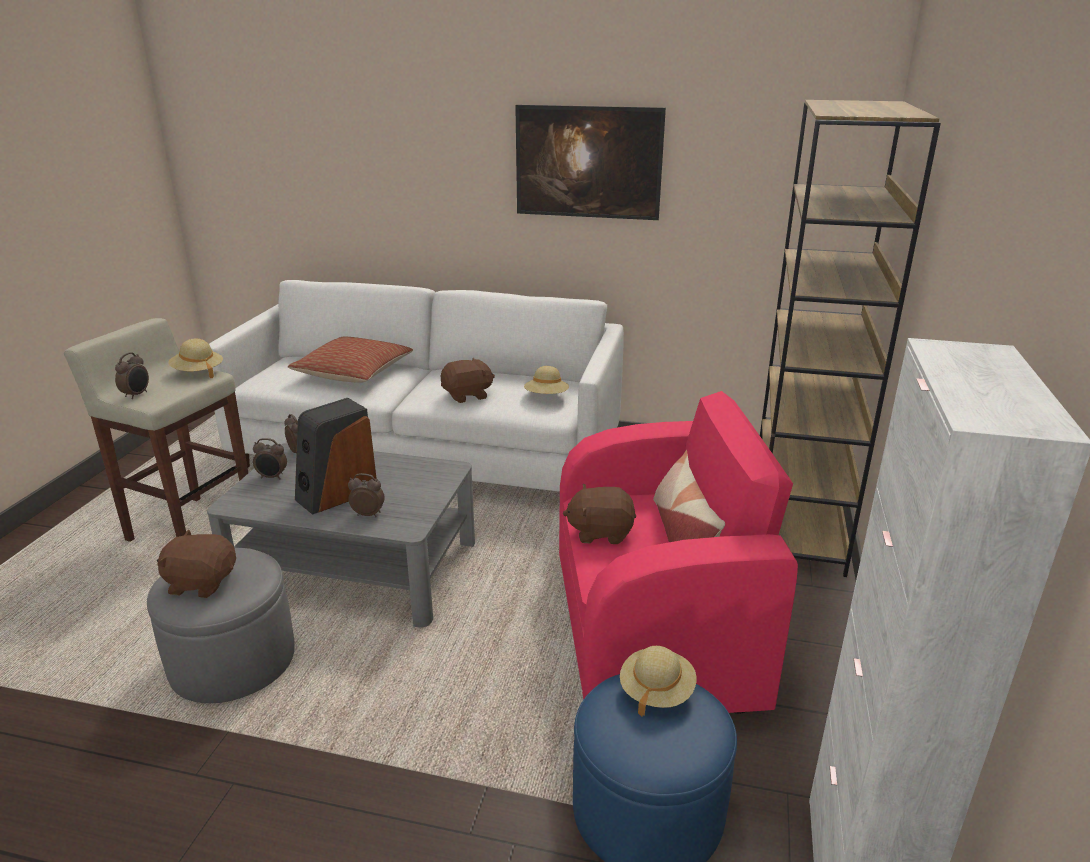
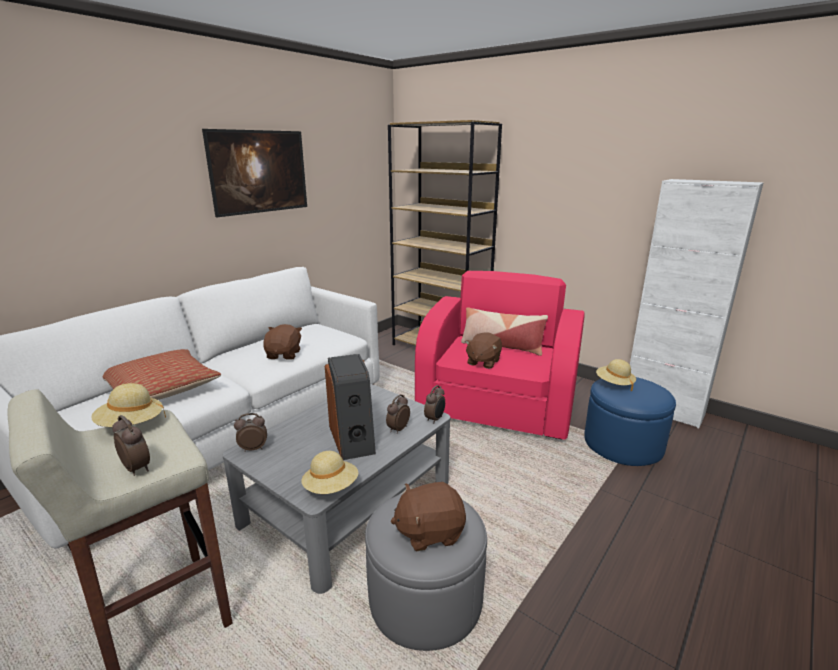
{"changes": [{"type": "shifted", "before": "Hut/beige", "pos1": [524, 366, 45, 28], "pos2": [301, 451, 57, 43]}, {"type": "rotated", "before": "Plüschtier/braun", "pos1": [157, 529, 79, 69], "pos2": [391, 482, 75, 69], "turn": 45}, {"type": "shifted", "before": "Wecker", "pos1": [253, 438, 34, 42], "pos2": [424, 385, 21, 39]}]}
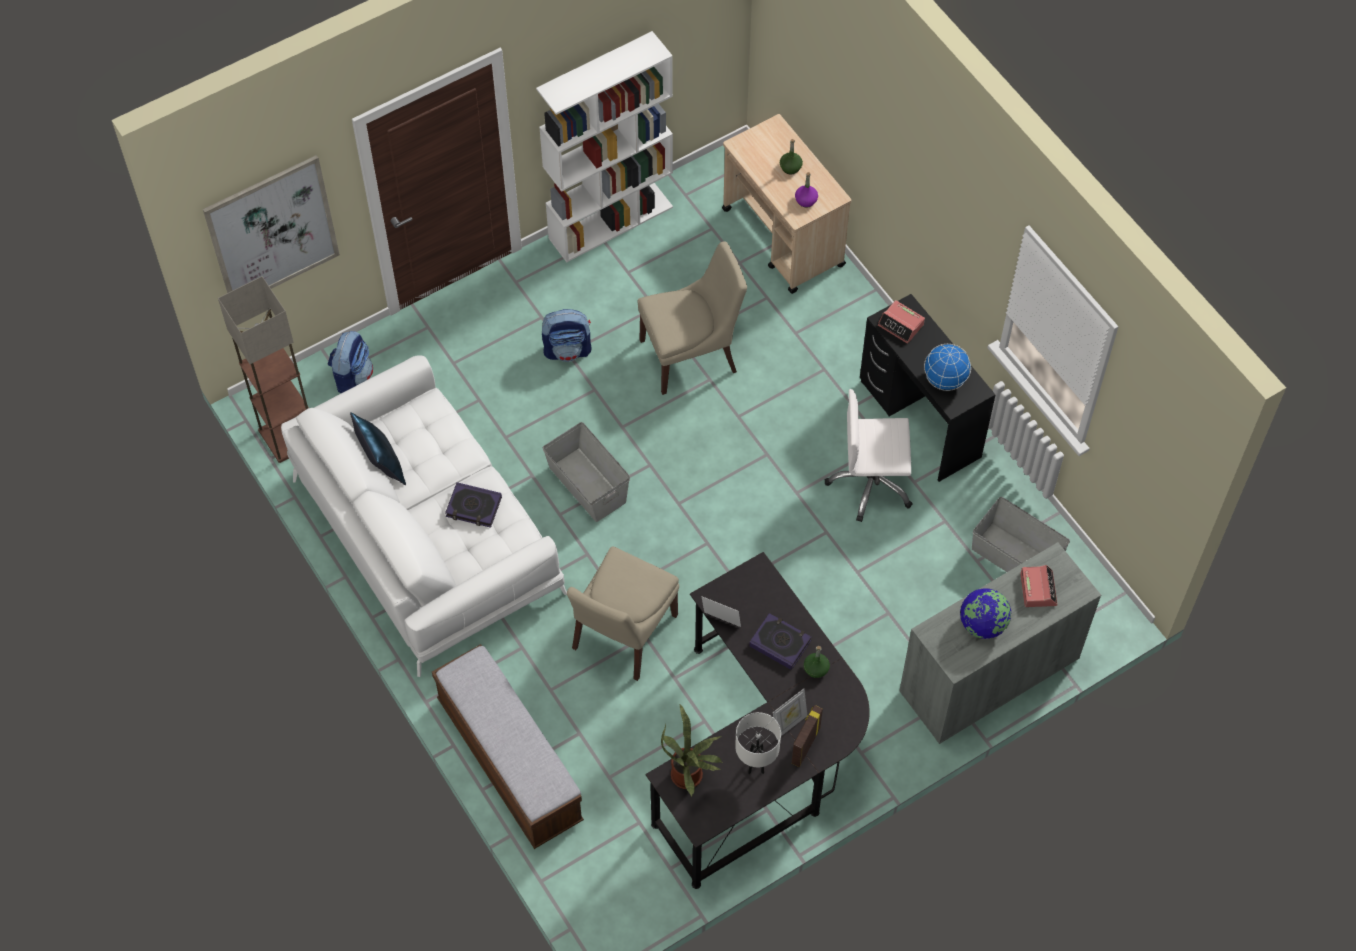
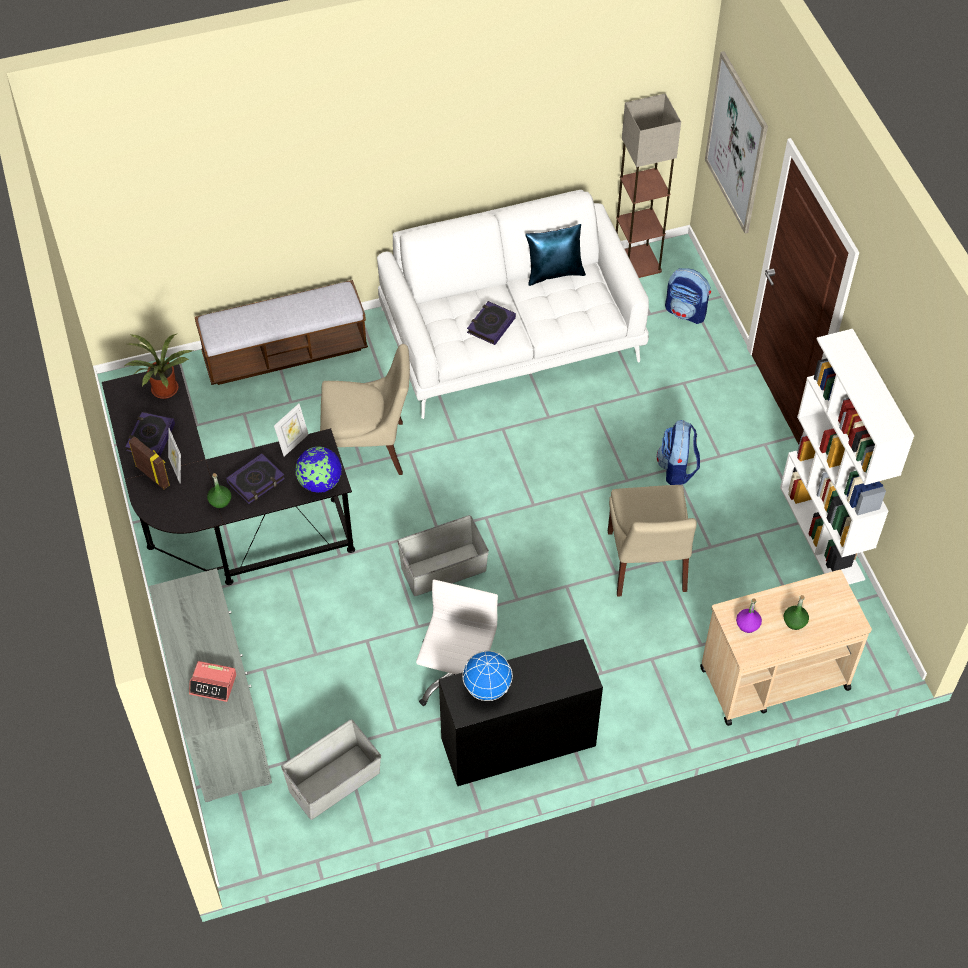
{"changes": [{"type": "swapped", "before": "Tischlampe/weiß", "after": "Buch", "pos1": [735, 712, 46, 62], "pos2": [125, 412, 50, 44]}, {"type": "shifted", "before": "Globus", "pos1": [960, 588, 51, 51], "pos2": [295, 447, 47, 46]}, {"type": "rotated", "before": "Stuhl/beige", "pos1": [567, 546, 112, 135], "pos2": [320, 344, 90, 131], "turn": 135}, {"type": "shifted", "before": "Aufbewahrungsbox/grau", "pos1": [542, 422, 88, 100], "pos2": [397, 515, 92, 81]}, {"type": "gone", "before": "Wecker", "pos1": [878, 300, 47, 44]}]}
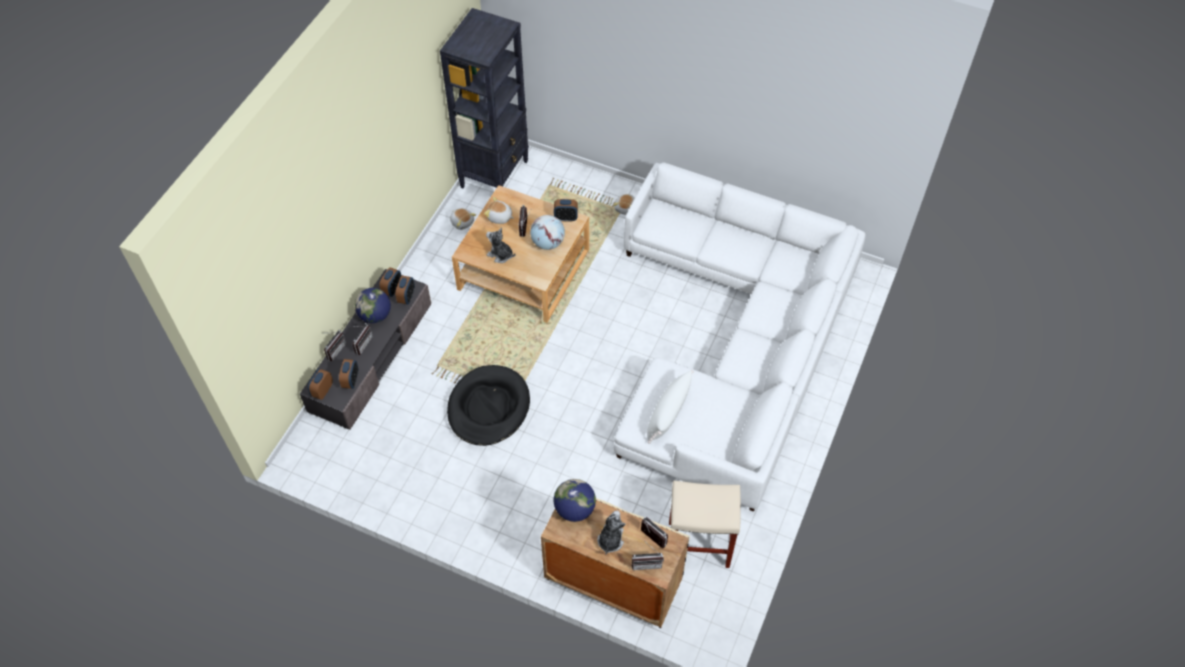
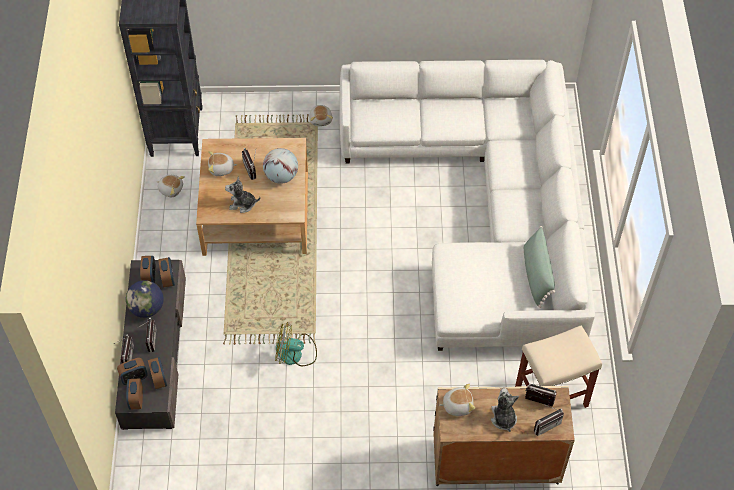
{"changes": [{"type": "shifted", "before": "Wecker", "pos1": [554, 199, 24, 23], "pos2": [117, 358, 31, 27]}, {"type": "swapped", "before": "Hundebett/schwarz", "after": "Ventilator", "pos1": [447, 365, 83, 81], "pos2": [275, 322, 42, 44]}, {"type": "swapped", "before": "Globus", "after": "Plüschtier", "pos1": [554, 479, 42, 43], "pos2": [439, 384, 36, 32]}, {"type": "new", "after": "Kissen/grün", "pos2": [524, 226, 31, 82]}, {"type": "gone", "before": "Kissen/weiß", "pos1": [647, 370, 47, 74]}]}
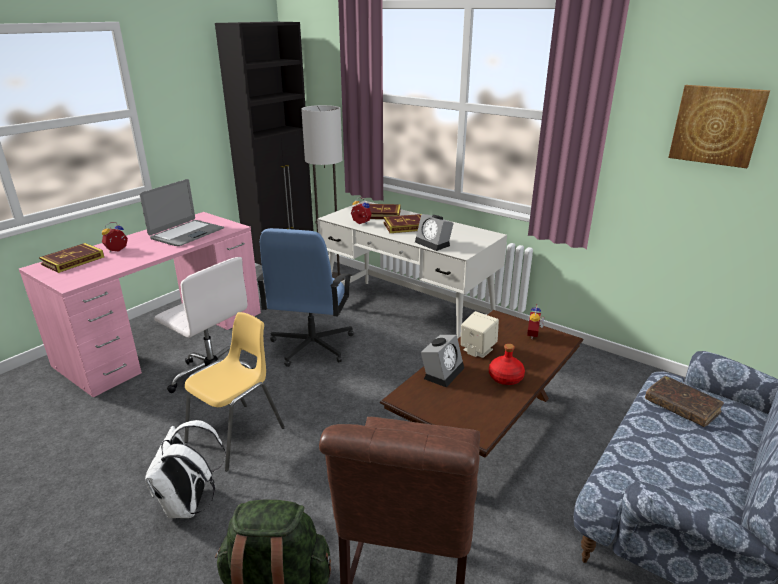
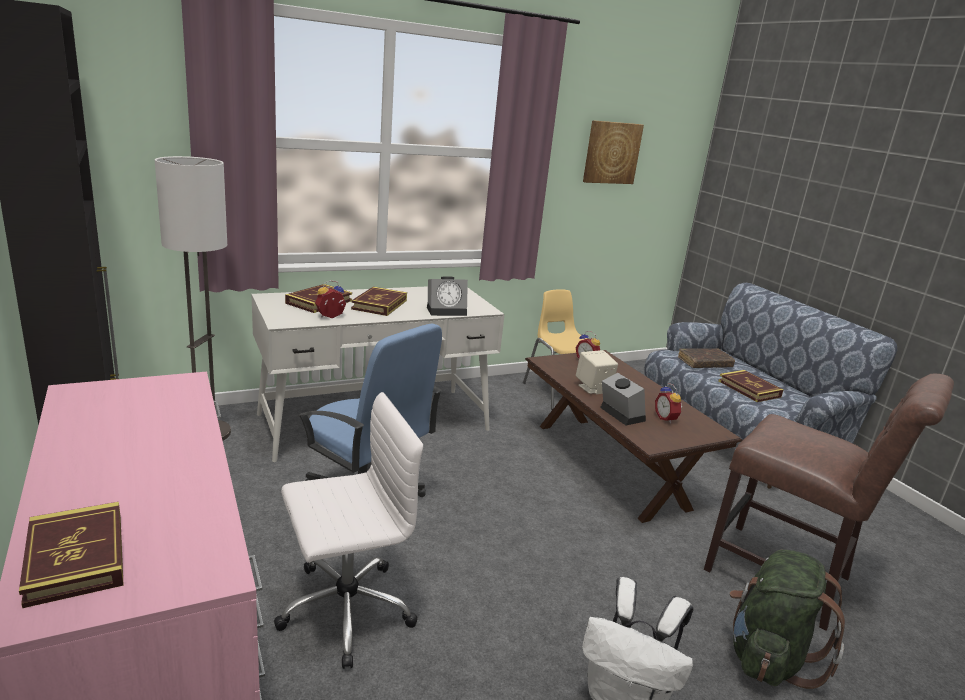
{"changes": [{"type": "shifted", "before": "Stuhl/gelb", "pos1": [184, 312, 101, 160], "pos2": [523, 289, 67, 121]}, {"type": "shifted", "before": "Wecker", "pos1": [102, 222, 26, 30], "pos2": [655, 383, 27, 41]}, {"type": "new", "after": "Buch", "pos2": [718, 370, 65, 32]}, {"type": "gone", "before": "Laptop", "pos1": [140, 179, 84, 67]}, {"type": "gone", "before": "Flasche/rot", "pos1": [489, 344, 36, 41]}]}
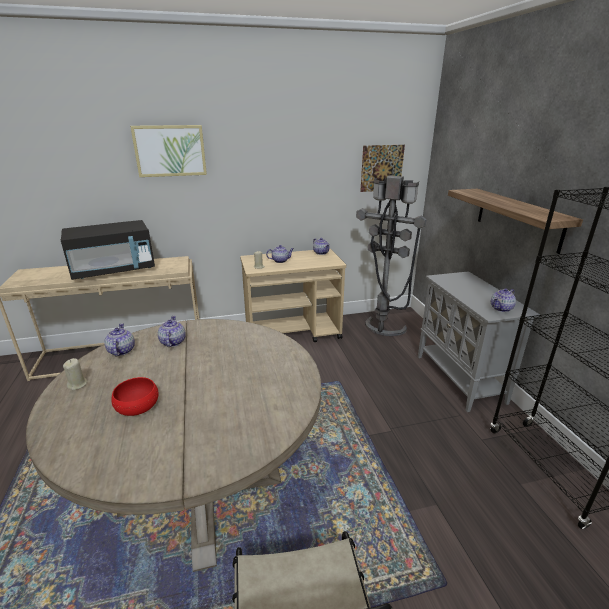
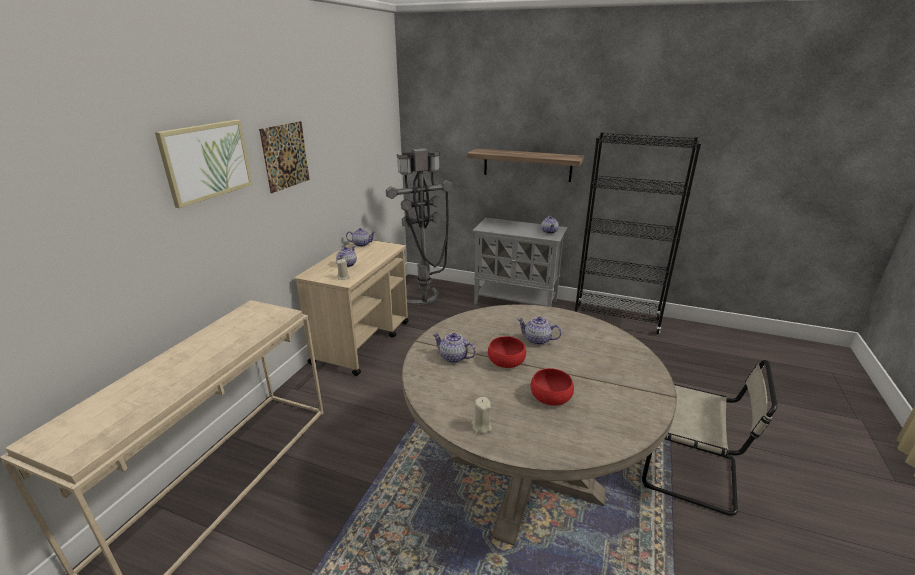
{"changes": [{"type": "shifted", "before": "Bild", "pos1": [360, 145, 45, 47], "pos2": [259, 121, 51, 72]}, {"type": "new", "after": "Schüssel/rot", "pos2": [488, 336, 38, 32]}, {"type": "shifted", "before": "Teekanne", "pos1": [104, 323, 31, 34], "pos2": [517, 317, 45, 28]}, {"type": "gone", "before": "Mikrowelle/schwarz", "pos1": [61, 220, 94, 60]}]}
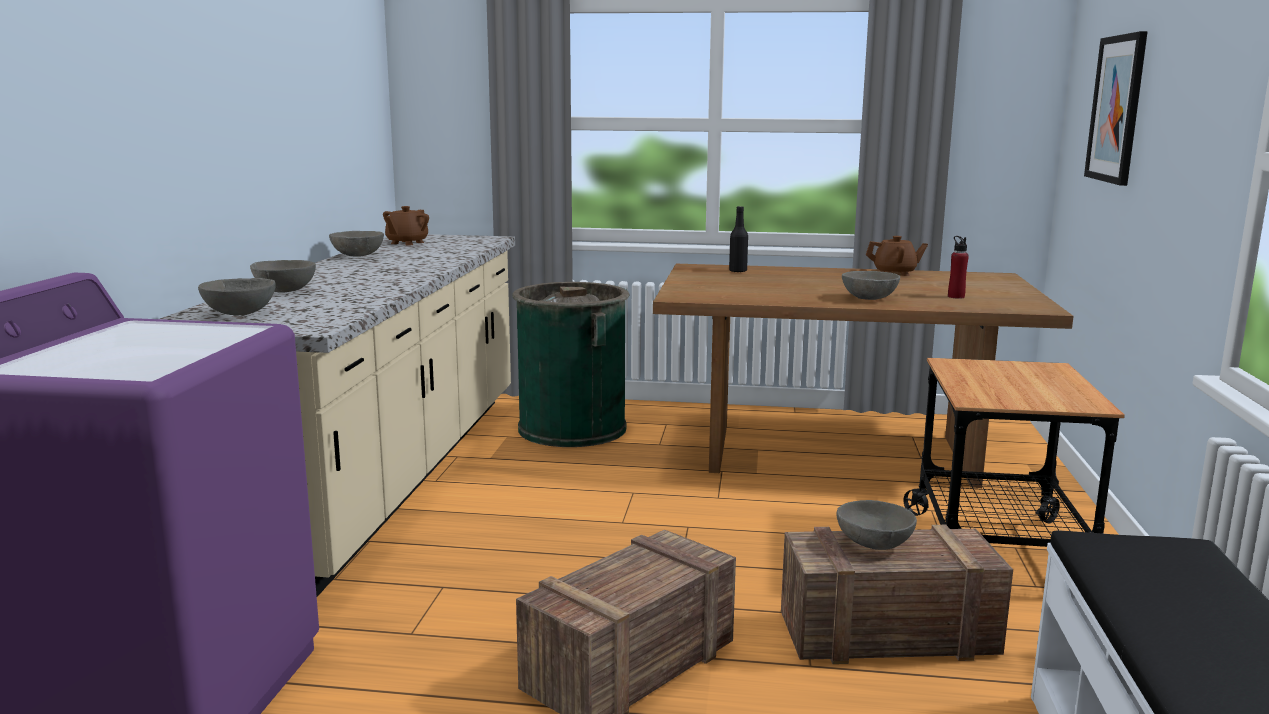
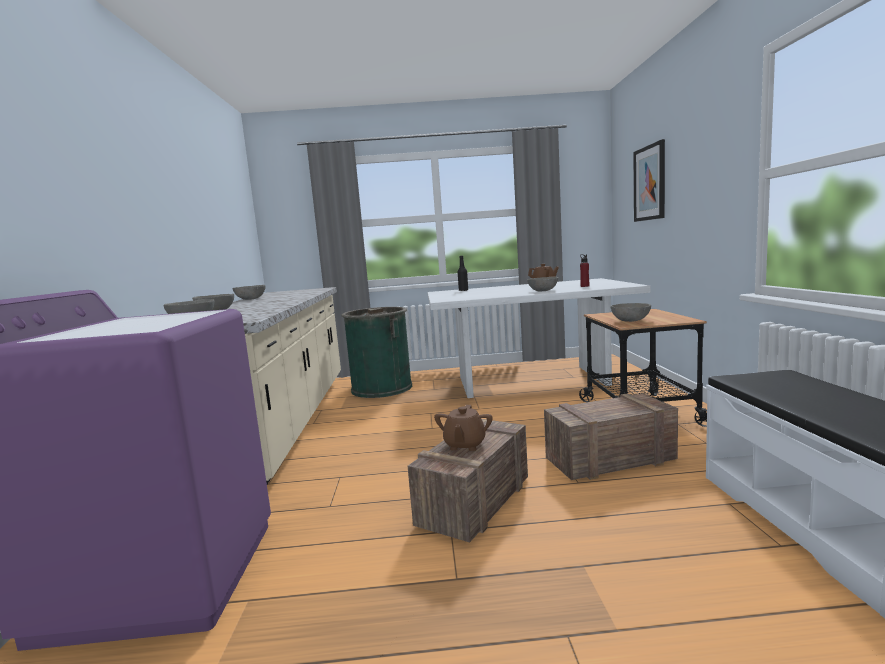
{"changes": [{"type": "repainted", "before": "Esstisch/braun", "after": "Esstisch/weiß", "pos1": [653, 264, 421, 224], "pos2": [428, 278, 222, 120]}, {"type": "shifted", "before": "Teekanne/braun", "pos1": [383, 206, 46, 40], "pos2": [434, 405, 59, 46]}, {"type": "shifted", "before": "Schüssel/grau", "pos1": [837, 500, 80, 50], "pos2": [611, 303, 40, 19]}]}
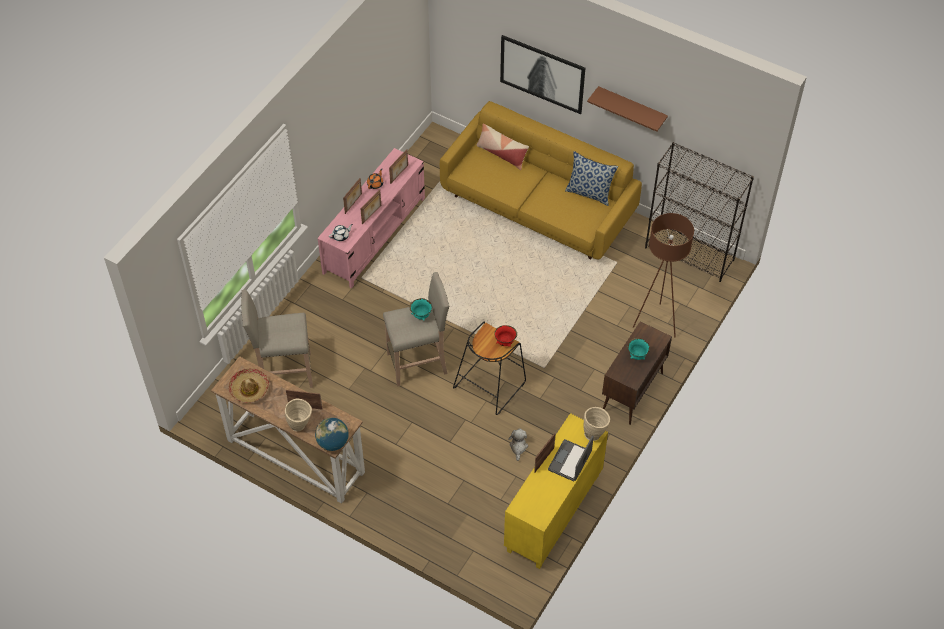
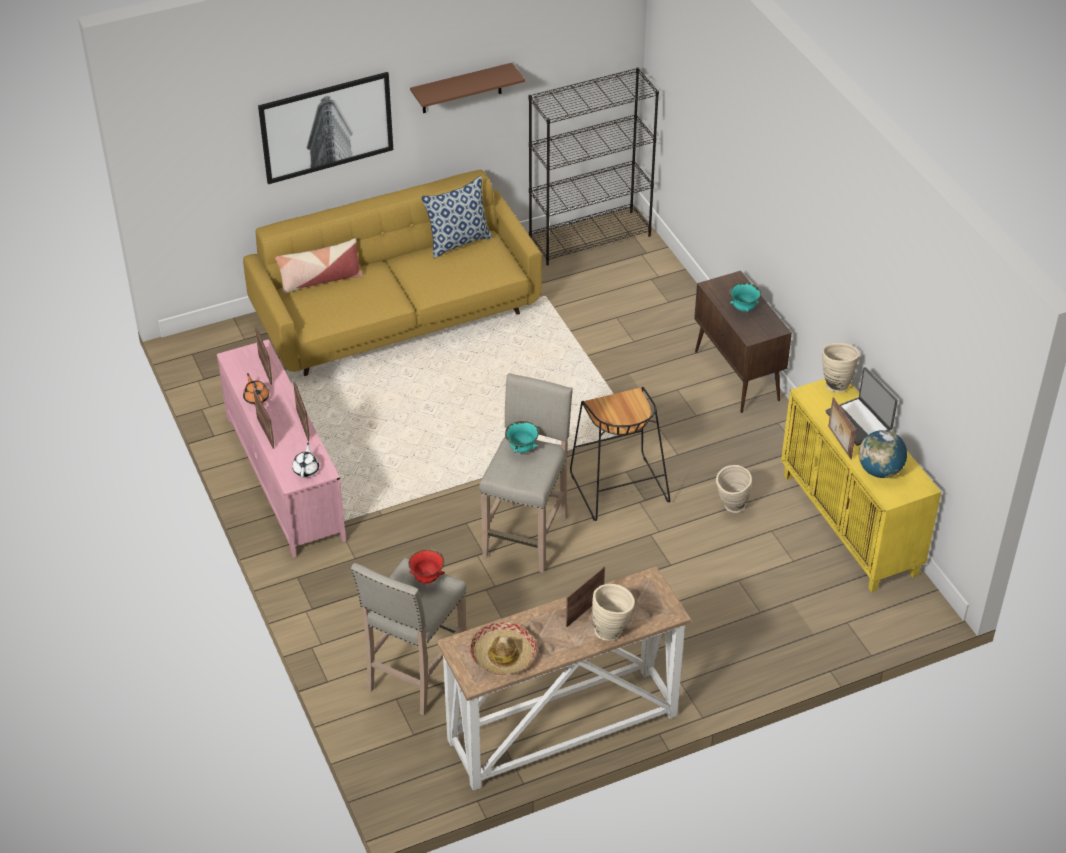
{"changes": [{"type": "shifted", "before": "Schüssel/rot", "pos1": [494, 325, 23, 22], "pos2": [408, 549, 37, 36]}, {"type": "swapped", "before": "Plüschtier", "after": "Vase/beige", "pos1": [508, 428, 20, 33], "pos2": [716, 465, 36, 48]}, {"type": "shifted", "before": "Globus", "pos1": [315, 418, 34, 33], "pos2": [859, 430, 48, 48]}, {"type": "gone", "before": "Stehlampe/braun", "pos1": [633, 213, 61, 124]}]}
